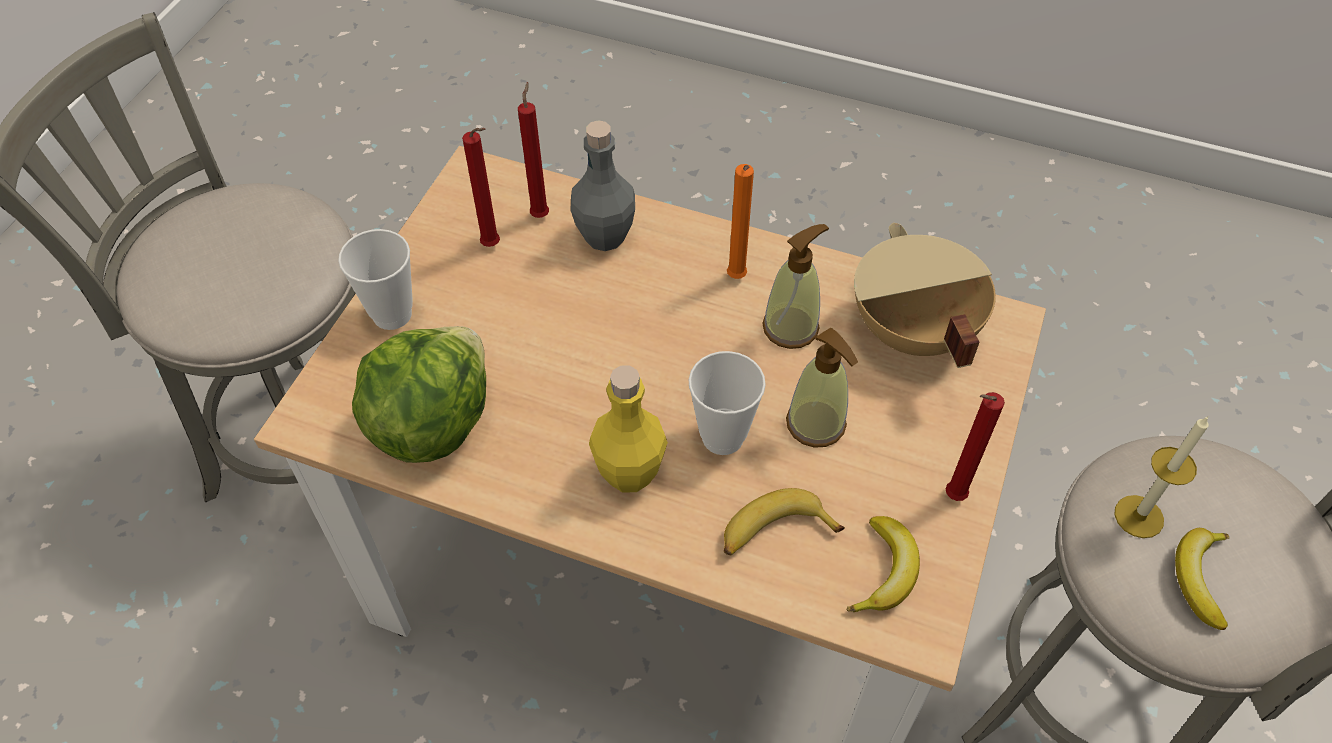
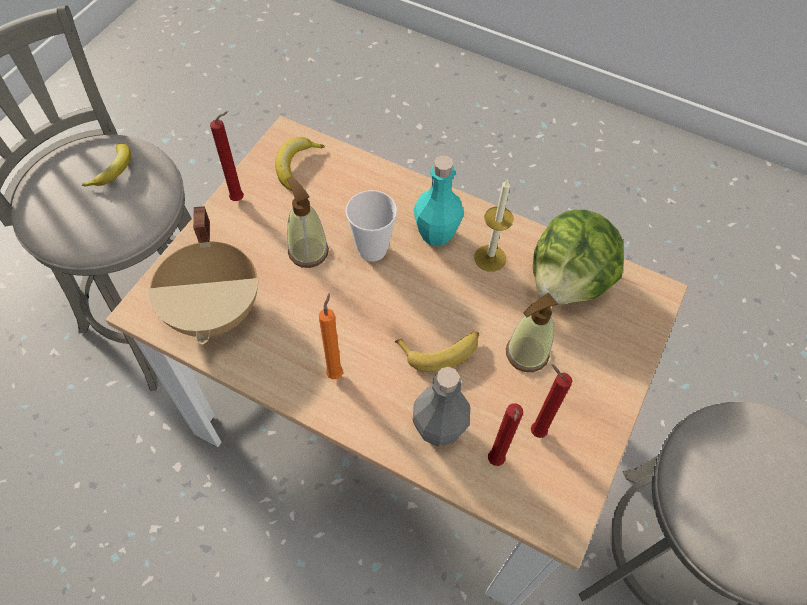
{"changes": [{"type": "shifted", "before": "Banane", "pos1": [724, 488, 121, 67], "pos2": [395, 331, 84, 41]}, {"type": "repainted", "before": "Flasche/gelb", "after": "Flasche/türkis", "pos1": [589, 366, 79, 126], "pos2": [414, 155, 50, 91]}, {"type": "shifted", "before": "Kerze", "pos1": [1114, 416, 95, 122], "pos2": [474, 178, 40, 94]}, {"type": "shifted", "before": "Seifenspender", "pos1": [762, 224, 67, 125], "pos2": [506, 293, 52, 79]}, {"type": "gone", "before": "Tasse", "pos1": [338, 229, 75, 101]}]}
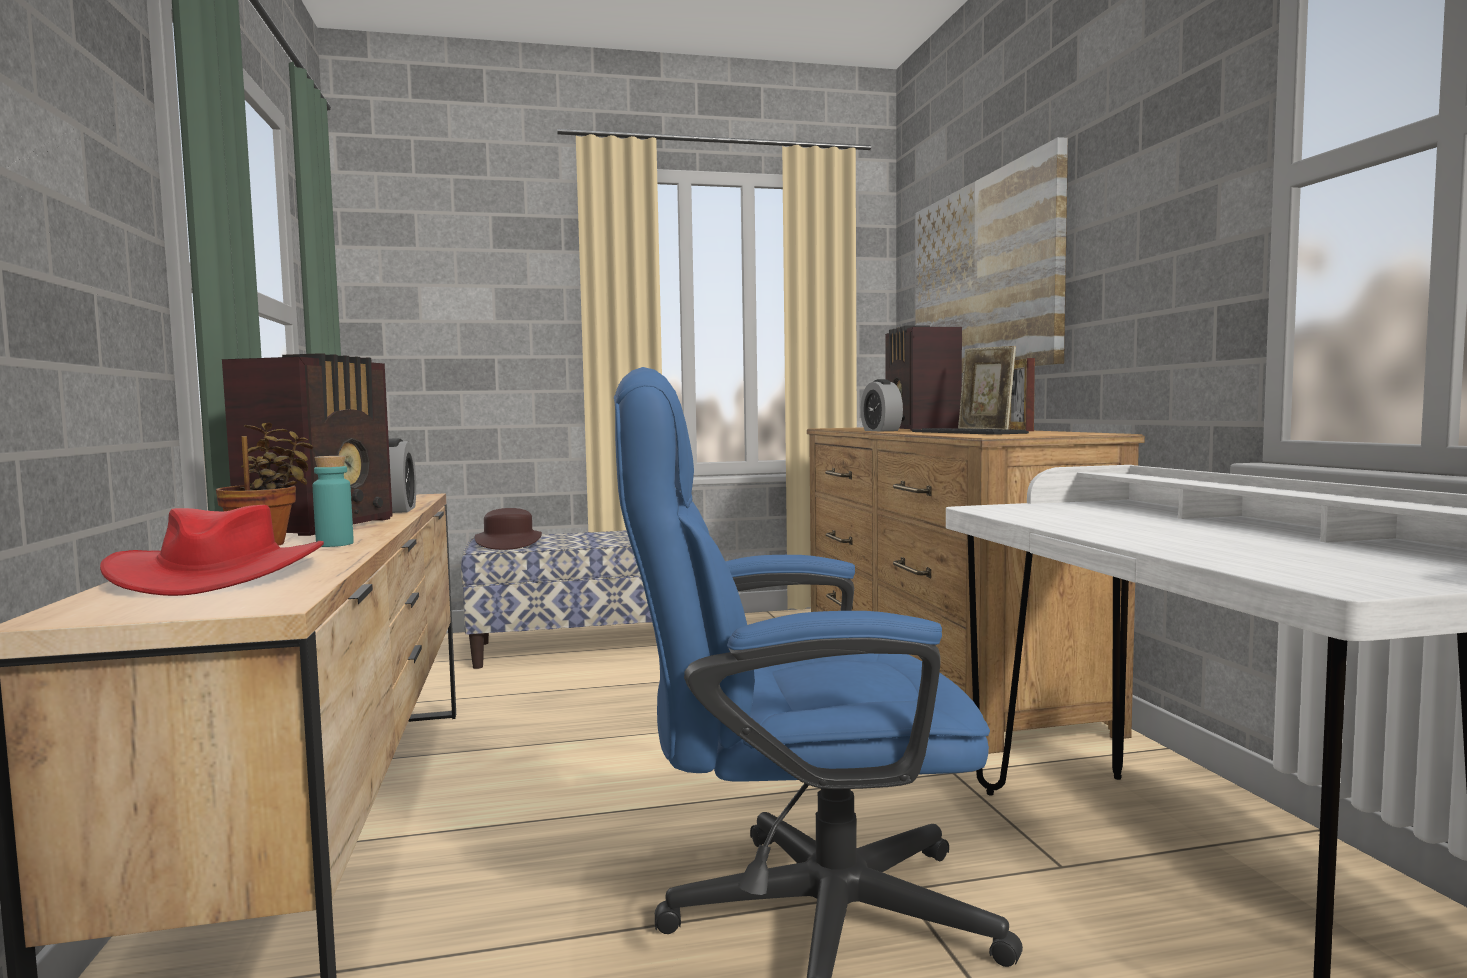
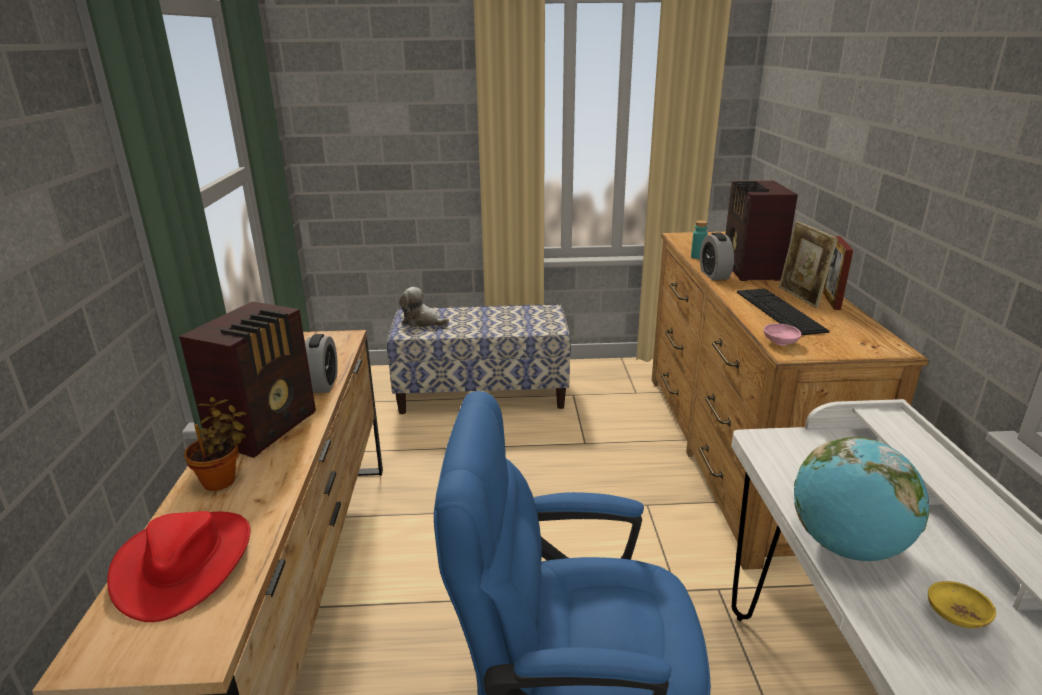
{"changes": [{"type": "swapped", "before": "Hut/braun", "after": "Plüschtier", "pos1": [475, 508, 67, 42], "pos2": [399, 287, 50, 40]}, {"type": "shifted", "before": "Flasche/türkis", "pos1": [313, 456, 40, 91], "pos2": [691, 220, 17, 39]}, {"type": "new", "after": "Schüssel/rosa", "pos2": [764, 324, 37, 22]}, {"type": "new", "after": "Globus", "pos2": [794, 437, 135, 124]}, {"type": "new", "after": "Schüssel/gelb", "pos2": [928, 581, 68, 47]}, {"type": "gone", "before": "Bild", "pos1": [915, 137, 153, 237]}]}
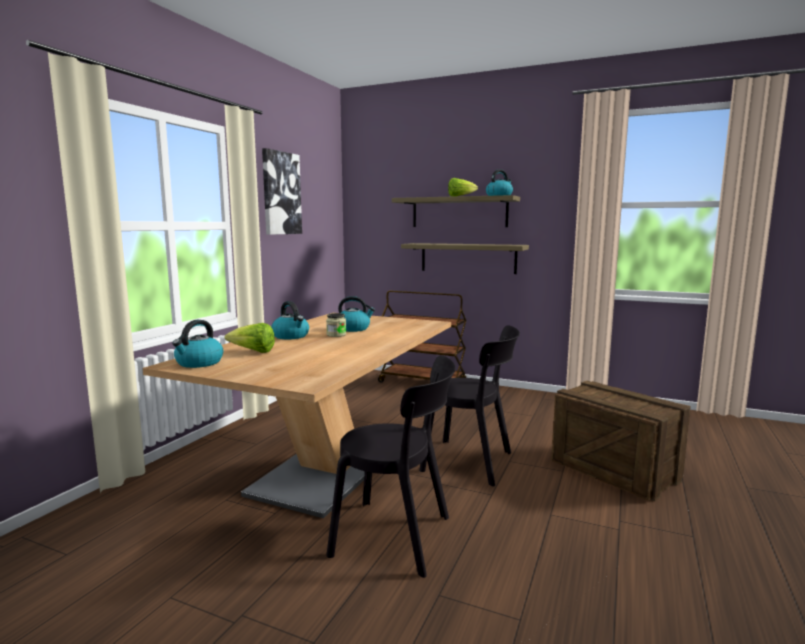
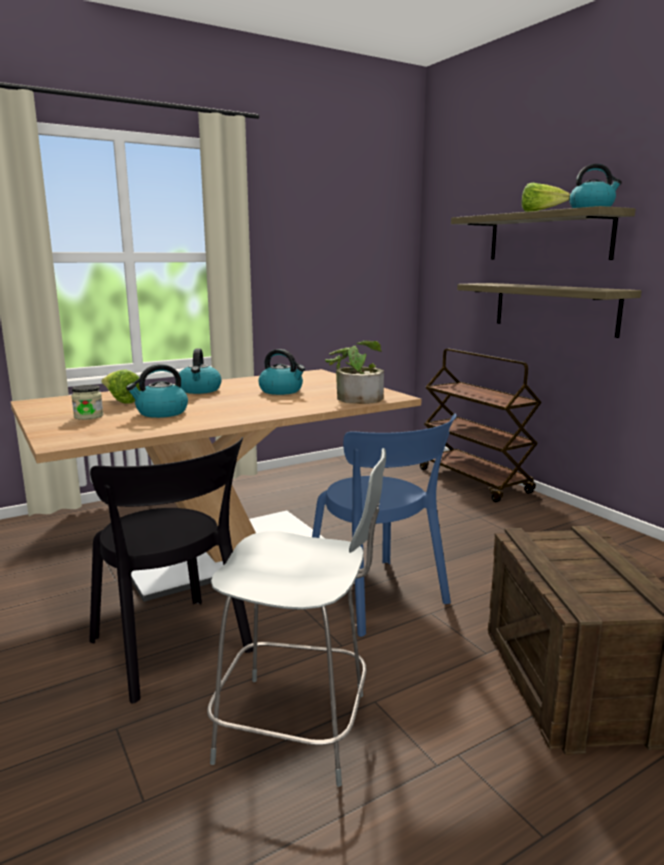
{"changes": [{"type": "shifted", "before": "Vorratsglas", "pos1": [326, 313, 20, 24], "pos2": [71, 385, 32, 35]}, {"type": "shifted", "before": "Wasserkessel", "pos1": [172, 320, 51, 48], "pos2": [126, 364, 62, 54]}, {"type": "new", "after": "Hocker/grau", "pos2": [207, 448, 179, 339]}, {"type": "repainted", "before": "Stuhl/schwarz", "after": "Stuhl/blau", "pos1": [419, 325, 101, 162], "pos2": [312, 414, 145, 223]}, {"type": "new", "after": "Topfpflanze", "pos2": [325, 340, 59, 64]}, {"type": "gone", "before": "Bild", "pos1": [262, 148, 40, 87]}]}
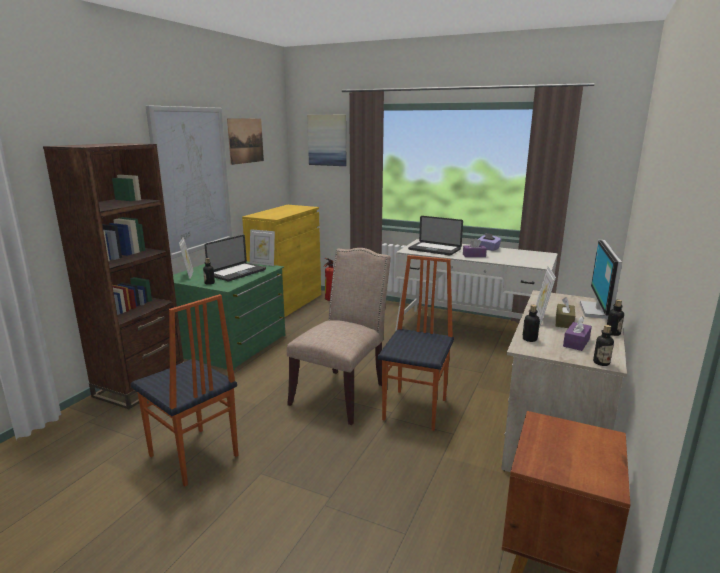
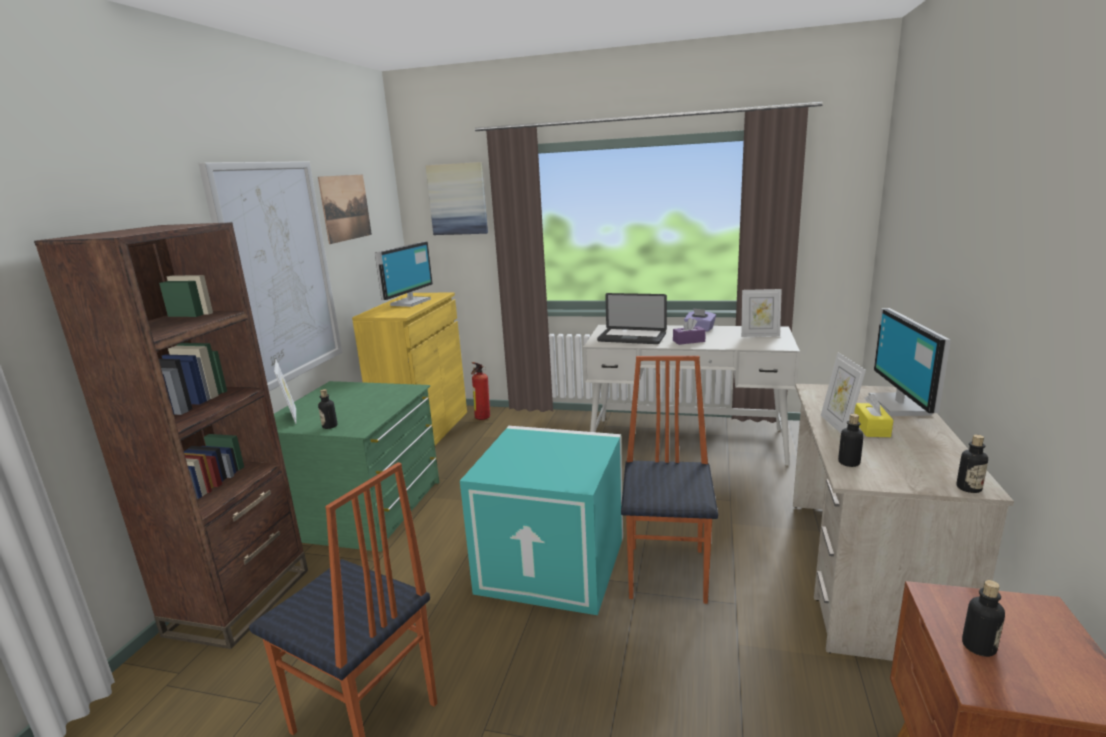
{"changes": [{"type": "new", "after": "Monitor", "pos2": [375, 242, 58, 65]}, {"type": "swapped", "before": "Stuhl/beige", "after": "Aufbewahrungsbox/türkis", "pos1": [287, 248, 104, 177], "pos2": [460, 426, 163, 189]}, {"type": "shifted", "before": "Bilderrahmen", "pos1": [250, 229, 25, 37], "pos2": [741, 289, 41, 48]}, {"type": "repainted", "before": "Taschentuchbox/braun", "after": "Taschentuchbox/gelb", "pos1": [556, 297, 19, 31], "pos2": [854, 394, 39, 43]}, {"type": "shifted", "before": "Flasche", "pos1": [607, 300, 17, 36], "pos2": [962, 580, 43, 77]}, {"type": "gone", "before": "Laptop", "pos1": [205, 235, 61, 47]}, {"type": "gone", "before": "Taschentuchbox/lila", "pos1": [563, 316, 29, 35]}]}
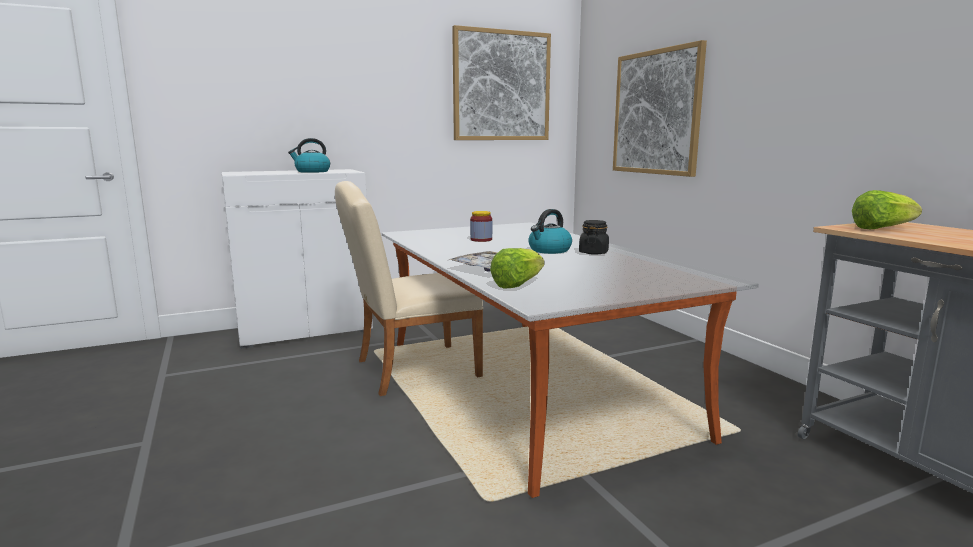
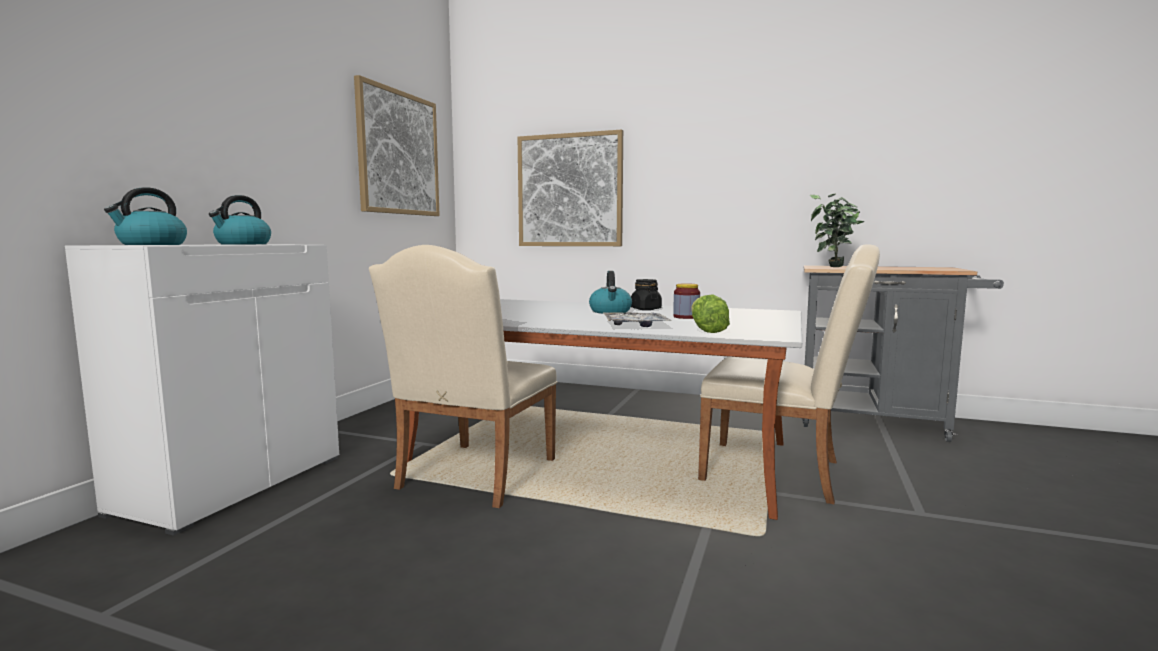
{"changes": [{"type": "new", "after": "Wasserkessel", "pos2": [104, 187, 83, 58]}, {"type": "shifted", "before": "Vorratsglas", "pos1": [470, 211, 22, 31], "pos2": [673, 283, 27, 36]}, {"type": "new", "after": "Stuhl/beige", "pos2": [698, 244, 182, 260]}, {"type": "swapped", "before": "Salatkopf", "after": "Topfpflanze", "pos1": [852, 190, 70, 39], "pos2": [810, 194, 54, 73]}]}
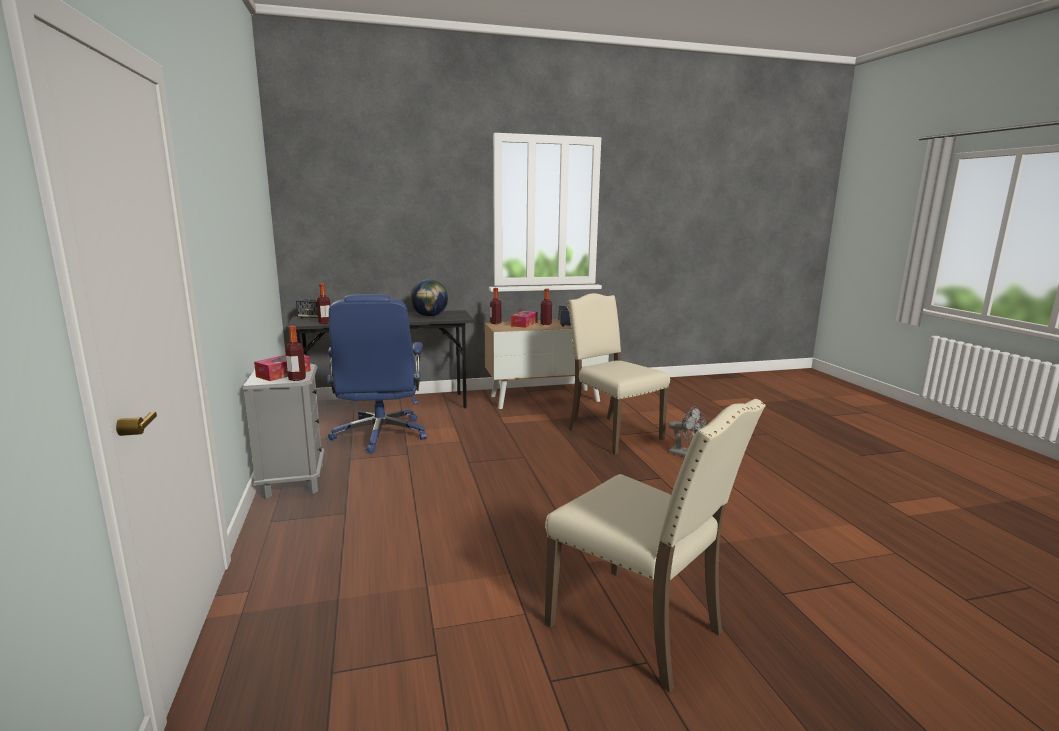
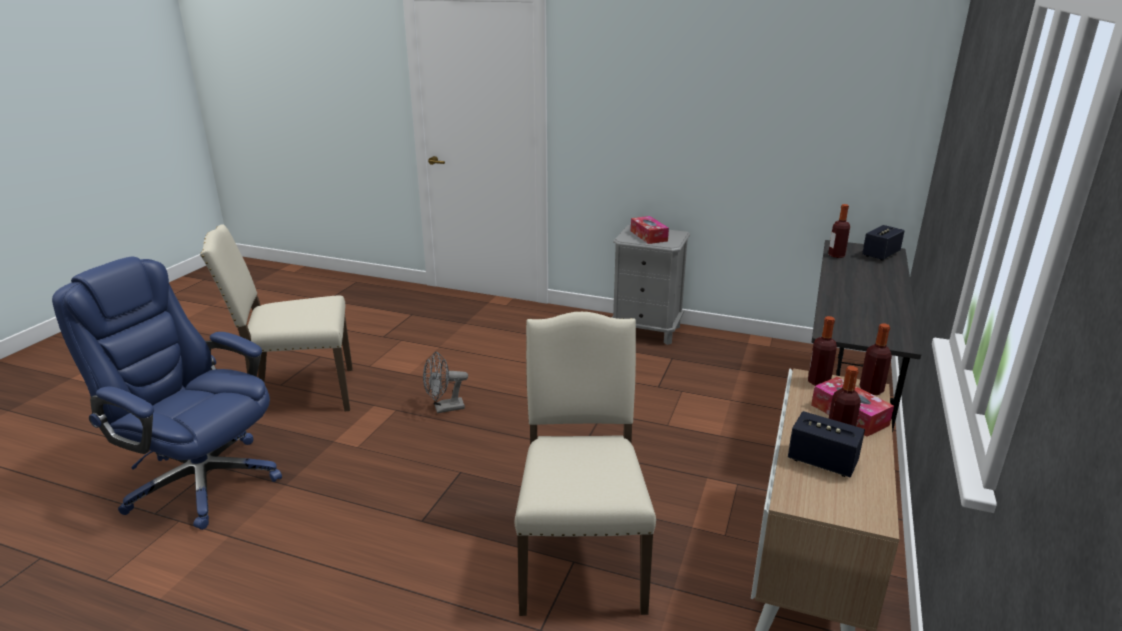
{"changes": [{"type": "shifted", "before": "Bürostuhl/blau", "pos1": [327, 294, 100, 159], "pos2": [52, 256, 230, 274]}, {"type": "shifted", "before": "Ventilator/grau", "pos1": [669, 406, 37, 51], "pos2": [423, 351, 45, 62]}, {"type": "rotated", "before": "Stuhl/beige", "pos1": [567, 293, 103, 162], "pos2": [515, 311, 141, 305], "turn": -90}, {"type": "shifted", "before": "Flasche", "pos1": [285, 326, 21, 55], "pos2": [808, 316, 29, 70]}, {"type": "gone", "before": "Globus", "pos1": [410, 279, 38, 38]}]}
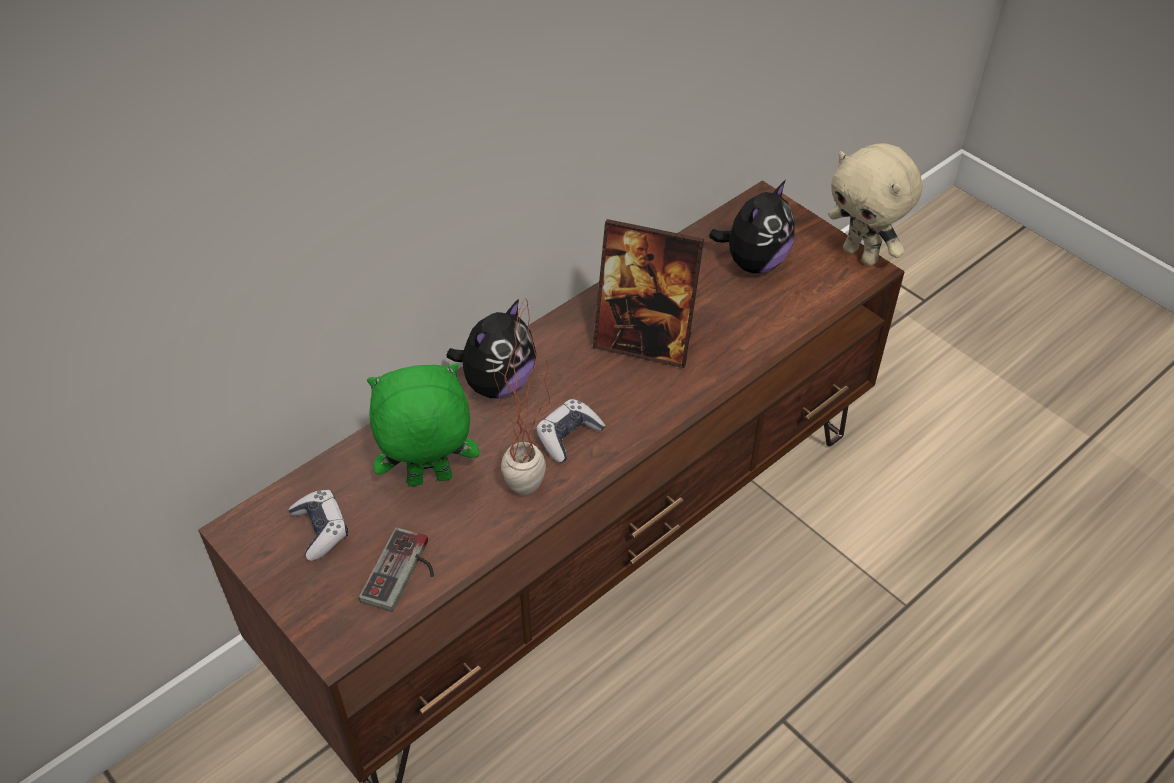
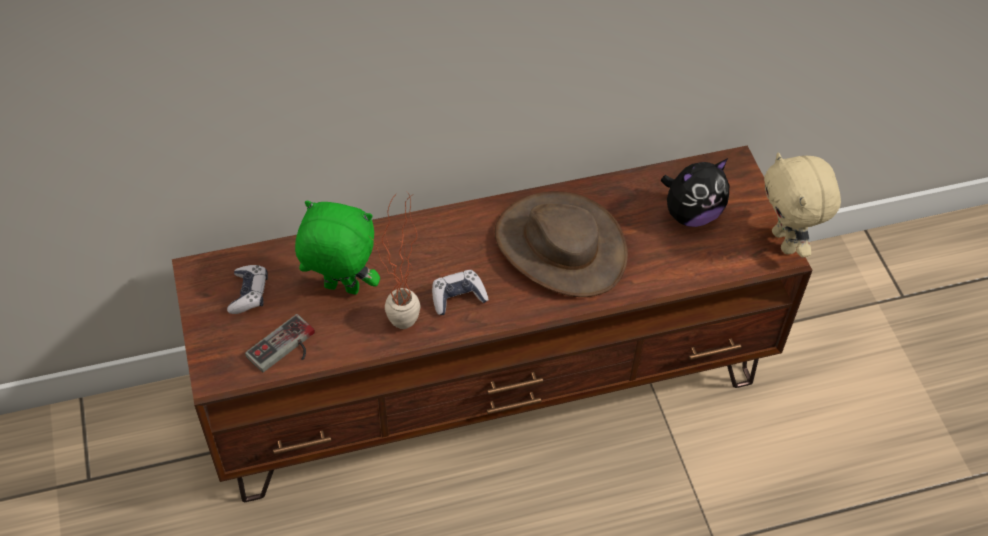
{"changes": [{"type": "swapped", "before": "Bilderrahmen", "after": "Hut/braun", "pos1": [593, 219, 111, 149], "pos2": [495, 191, 133, 106]}, {"type": "gone", "before": "Plüschtier", "pos1": [447, 299, 90, 99]}]}
